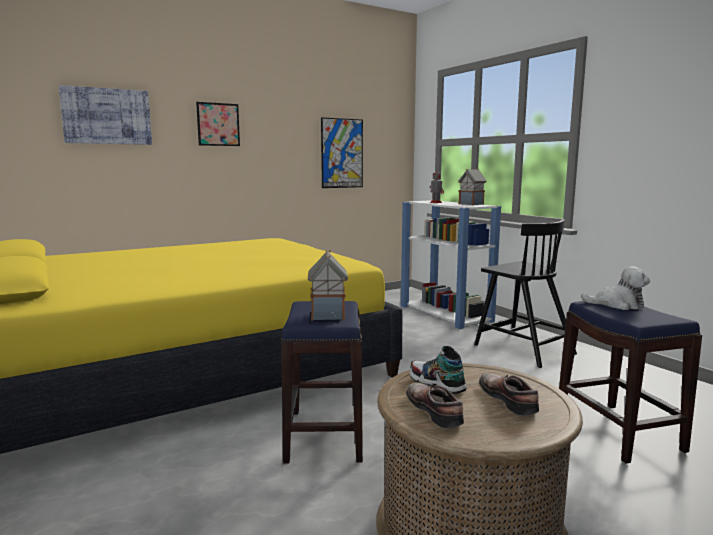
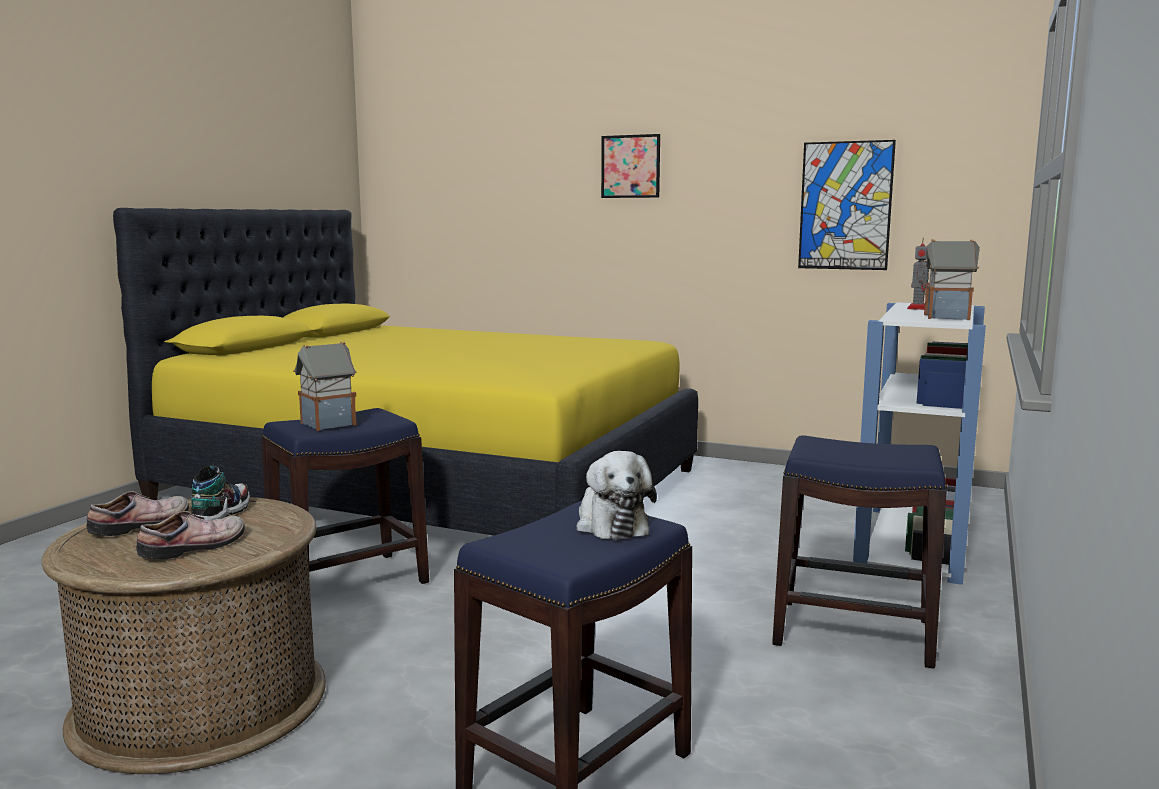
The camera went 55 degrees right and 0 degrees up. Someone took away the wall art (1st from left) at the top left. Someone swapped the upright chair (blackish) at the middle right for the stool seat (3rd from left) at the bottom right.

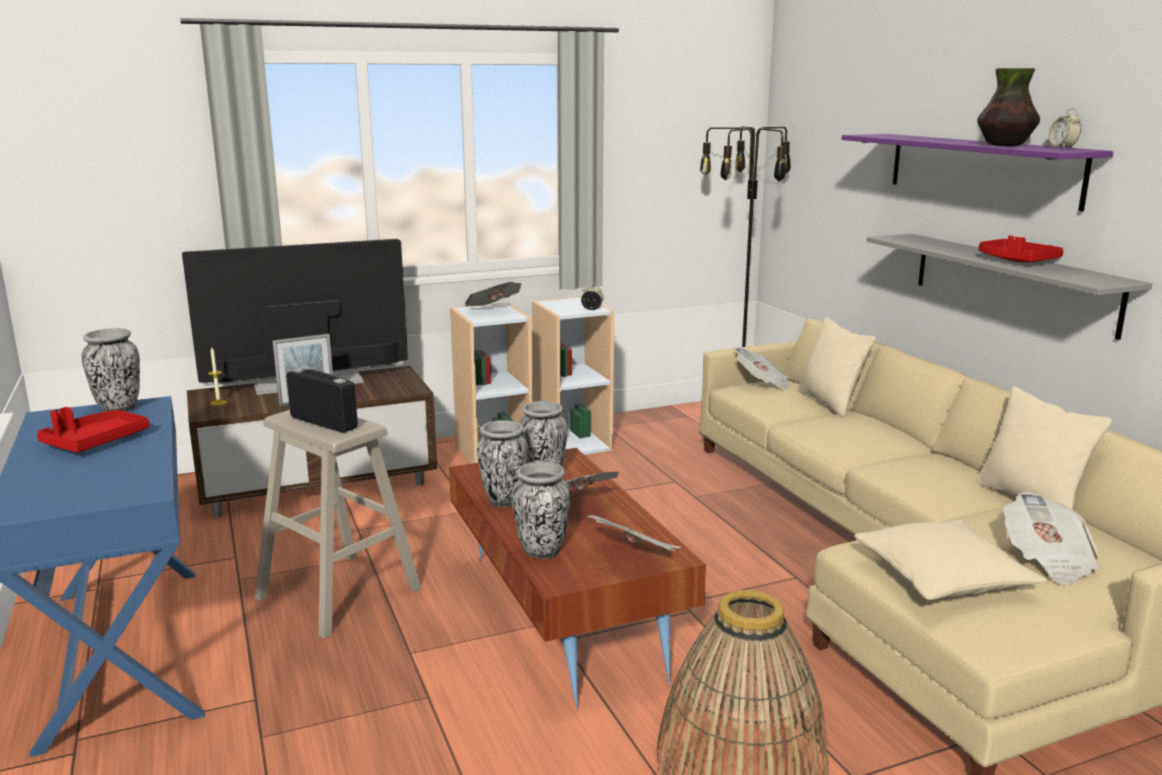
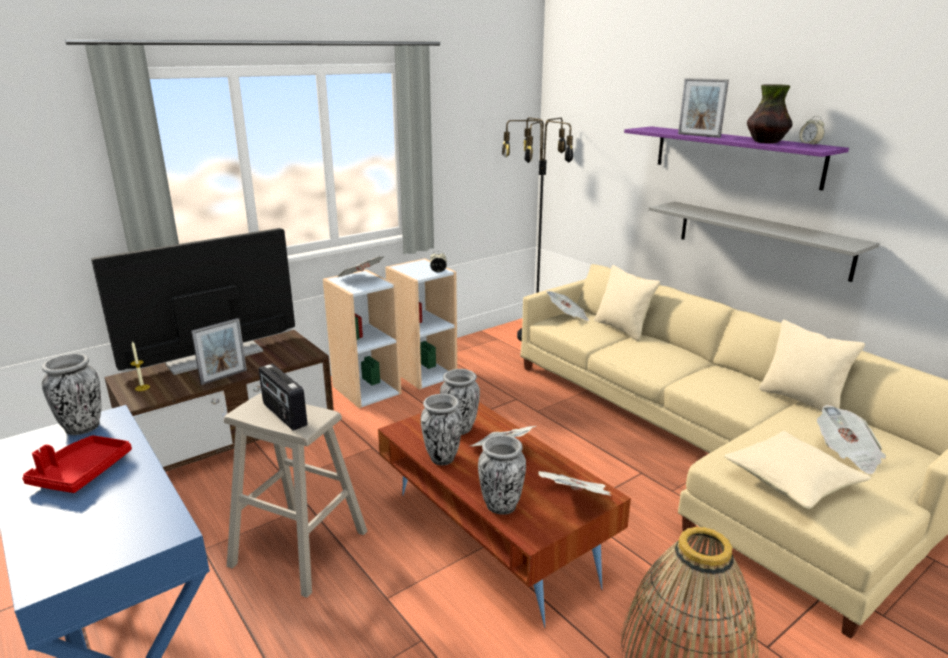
The camera went 15 degrees left and 5 degrees up. Someone rotated the radio at the middle left by 150 degrees counterclockwise. Someone took away the tray (reddish) (2nd from left) at the top right. Someone put down the standing frame (2nd from left) at the top right.

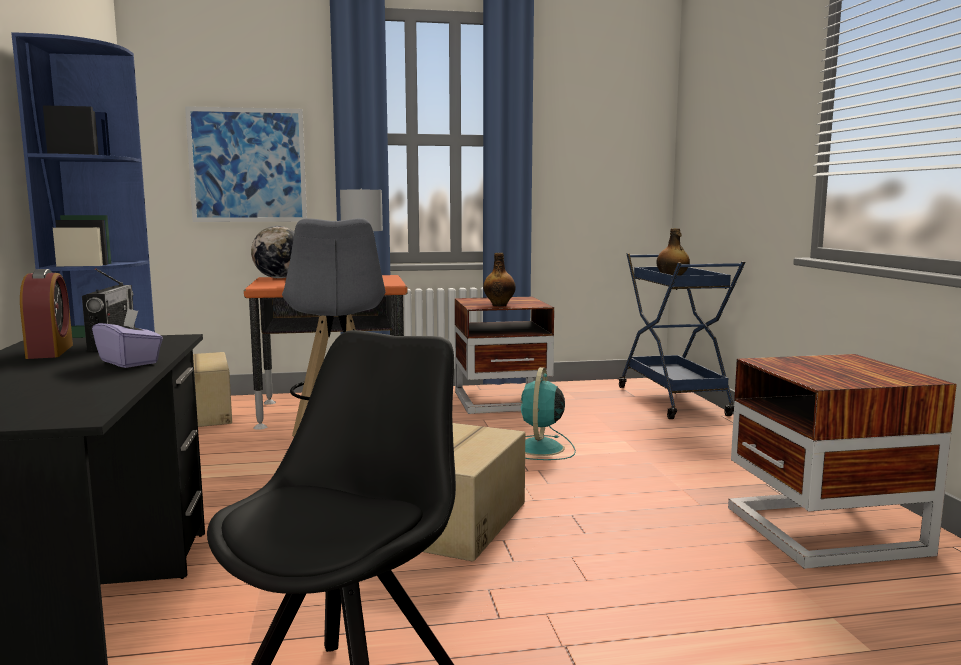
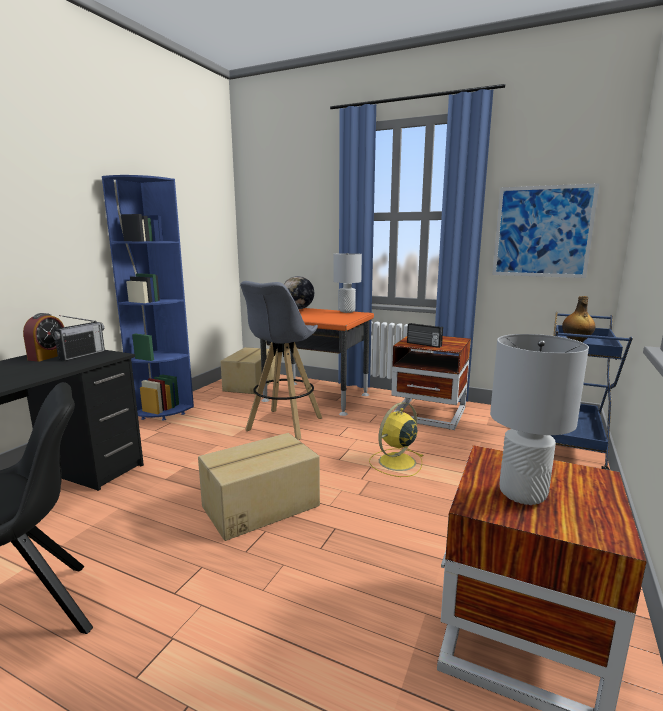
The camera went 35 degrees right and 5 degrees up. Someone took away the box of tissues (purplish) at the middle left. Someone carried the wall art from the top left to the top right. Someone swapped the beverage bottle (1st from left) at the centre for the radio (2nd from left) at the centre. Someone repainted the cooling fan (turquoise) at the centre, which became the cooling fan (yellow-coloured) at the centre. Someone put down the lamp for a table (gray) (2nd from left) at the middle right.

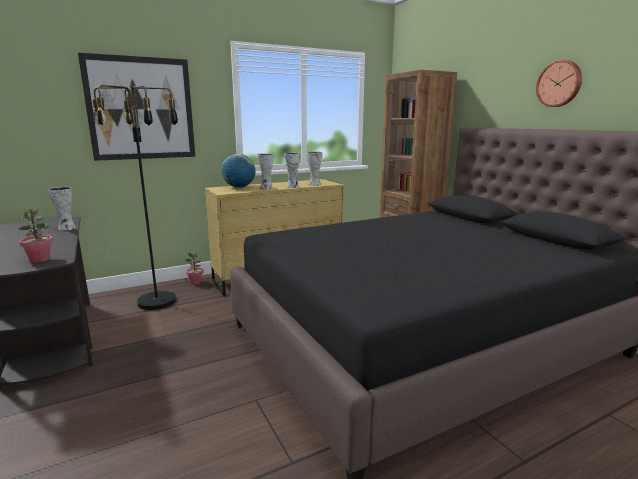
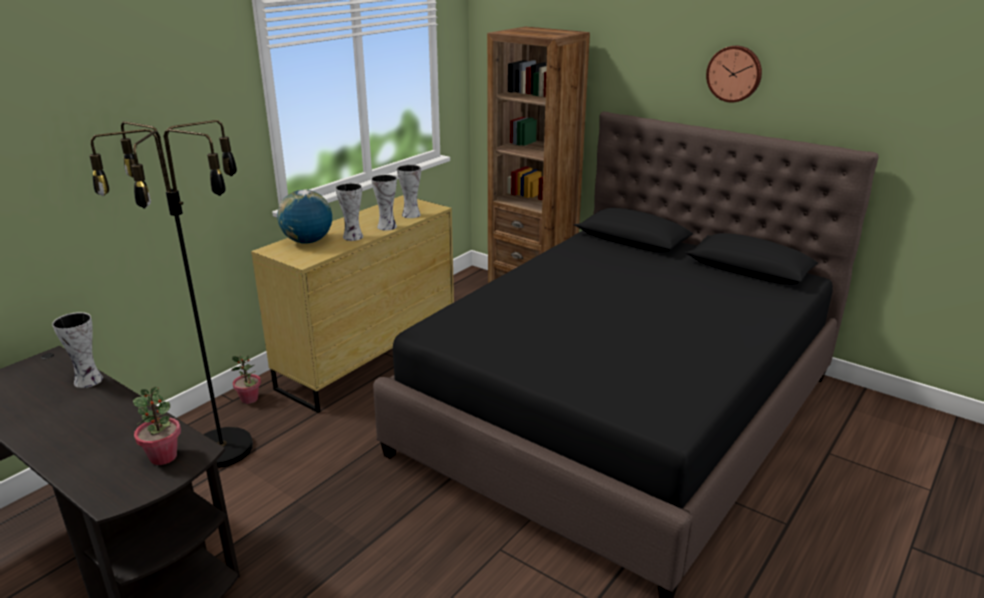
The camera went 25 degrees left and 10 degrees up. Someone took away the wall art at the top left.

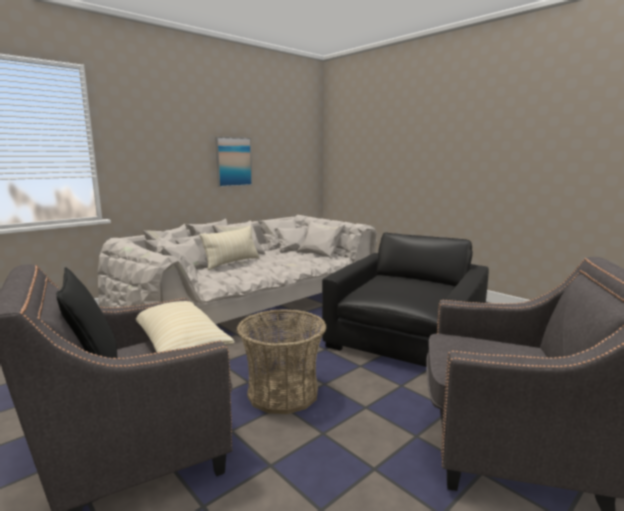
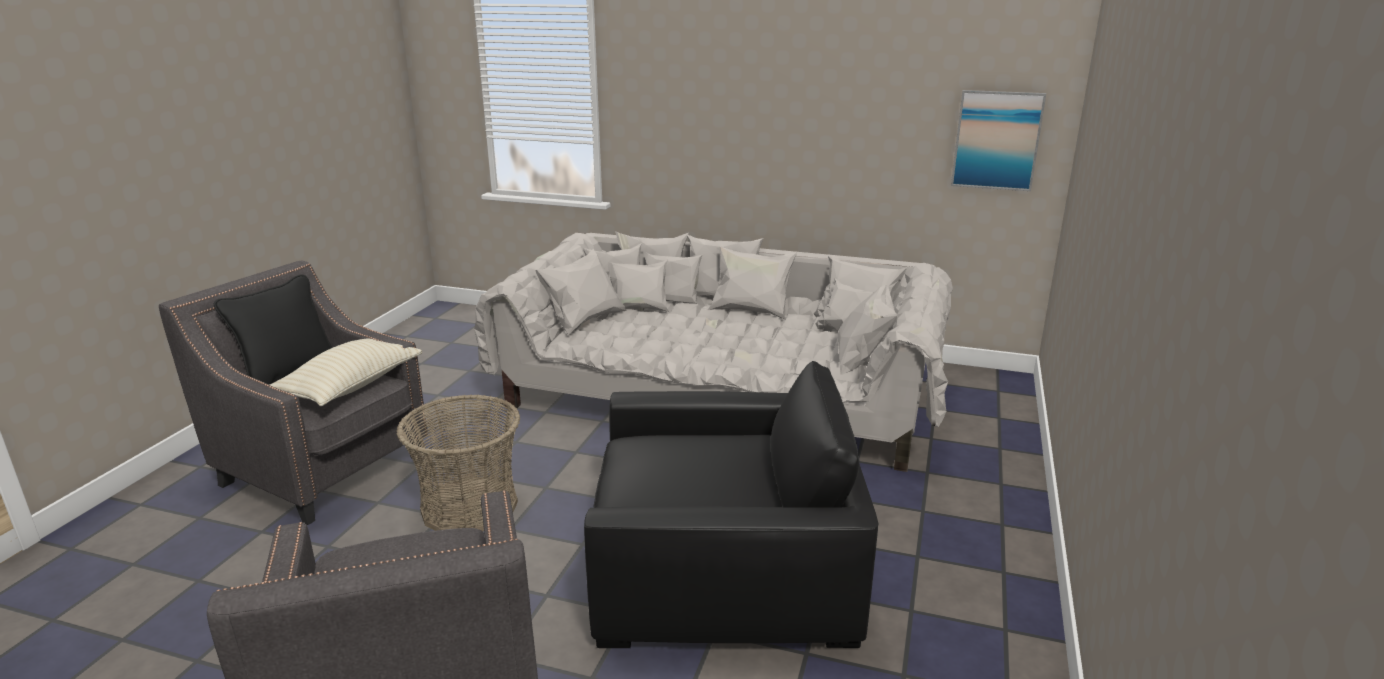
The camera went 60 degrees right and 10 degrees up. Someone took away the pillow (sand-coloured) (2nd from left) at the centre. Someone carried the wall art from the top centre to the top right.

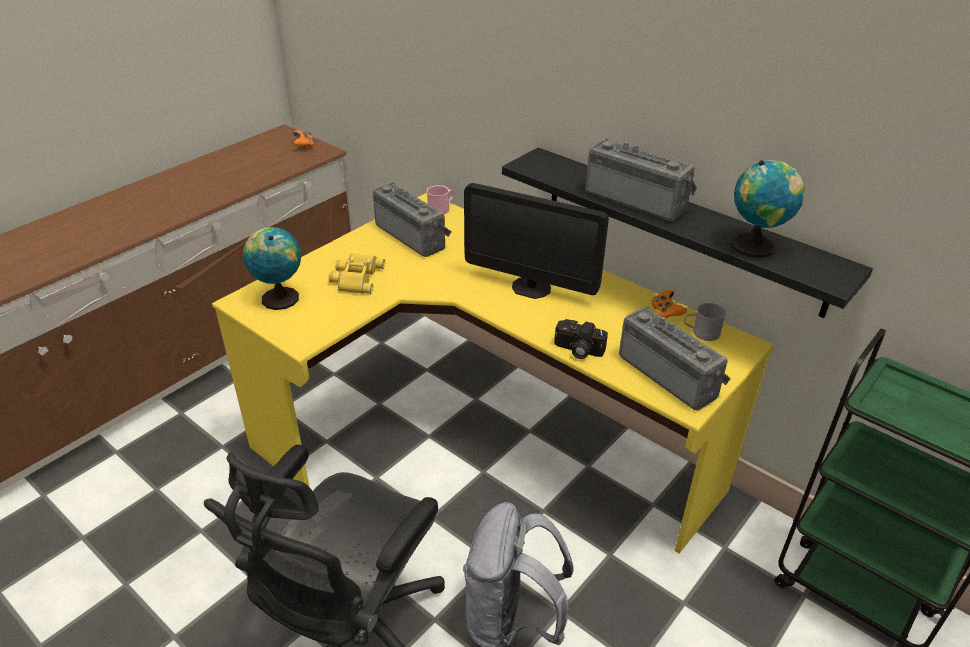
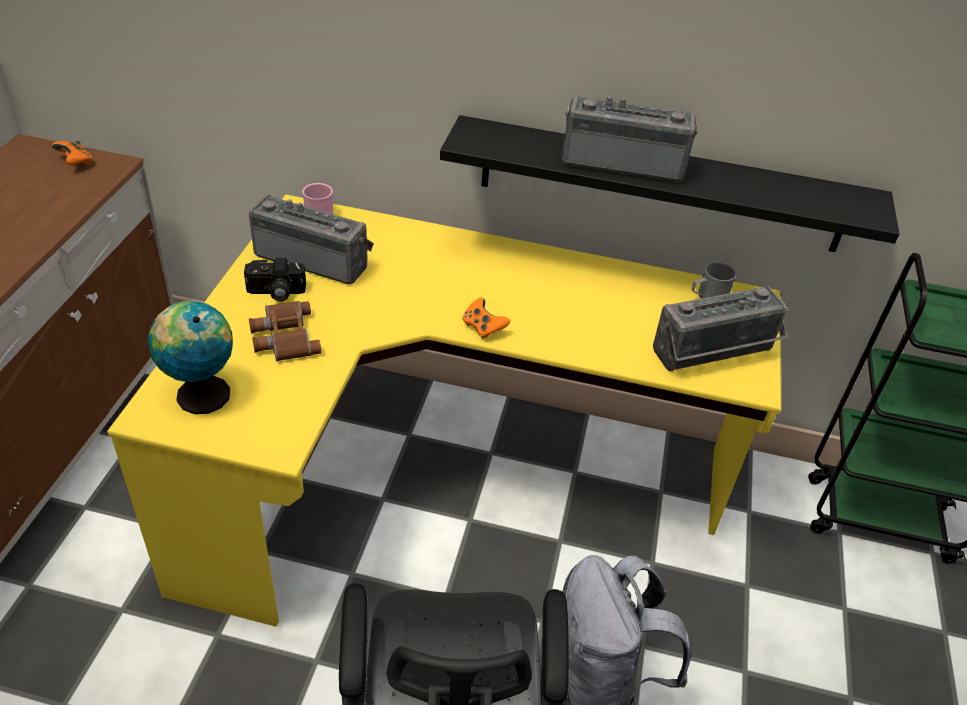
The camera went 30 degrees left and 5 degrees up. Someone repainted the binoculars (yellow-coloured) at the centre, which became the binoculars (brown) at the middle left. Someone took away the computer display at the centre. Someone carried the still camera from the centre to the middle left. Someone rotated the radio (3rd from left) at the middle right by 135 degrees clockwise. Someone carried the game controller (orangey) (2nd from left) from the middle right to the centre. Someone took away the desk globe (2nd from left) at the top right.

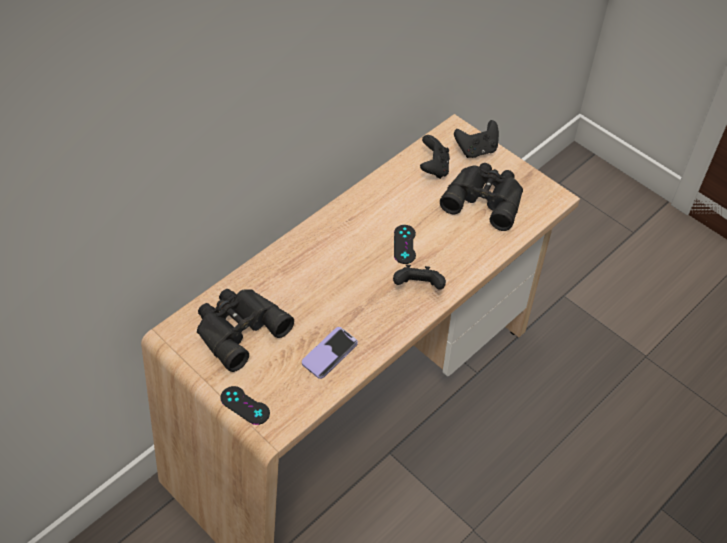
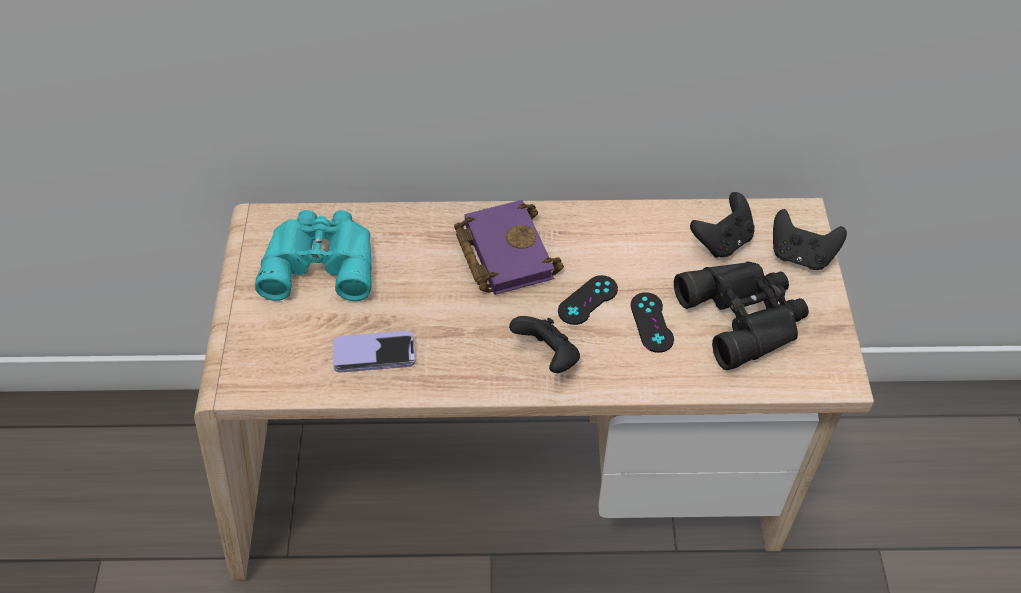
The camera went 45 degrees right and 0 degrees up. Someone repainted the binoculars (blackish) (1st from left) at the centre, which became the binoculars (turquoise) at the middle left. Someone carried the game controller (blackish) (1st from left in the first image) from the bottom centre to the centre. Someone put down the bound book (purplish) at the centre.

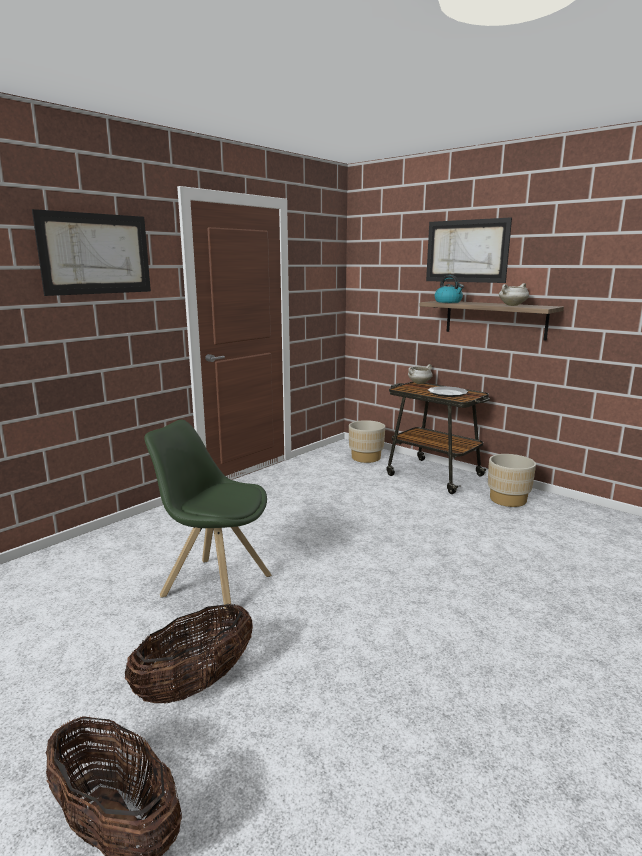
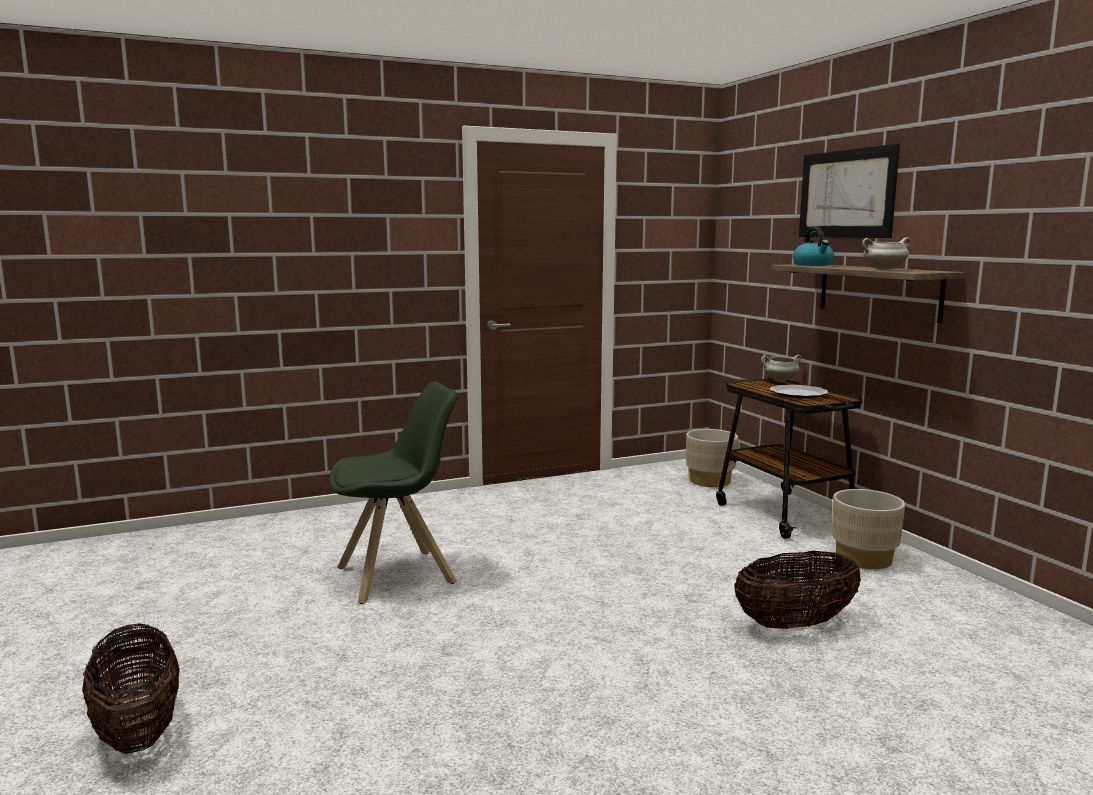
The camera went 25 degrees right and 5 degrees down. Someone took away the wall art (1st from left) at the top left. Someone carried the storage basket (2nd from left) from the bottom left to the bottom right. Someone rotated the upright chair (green-coloured) at the middle left by 105 degrees clockwise.

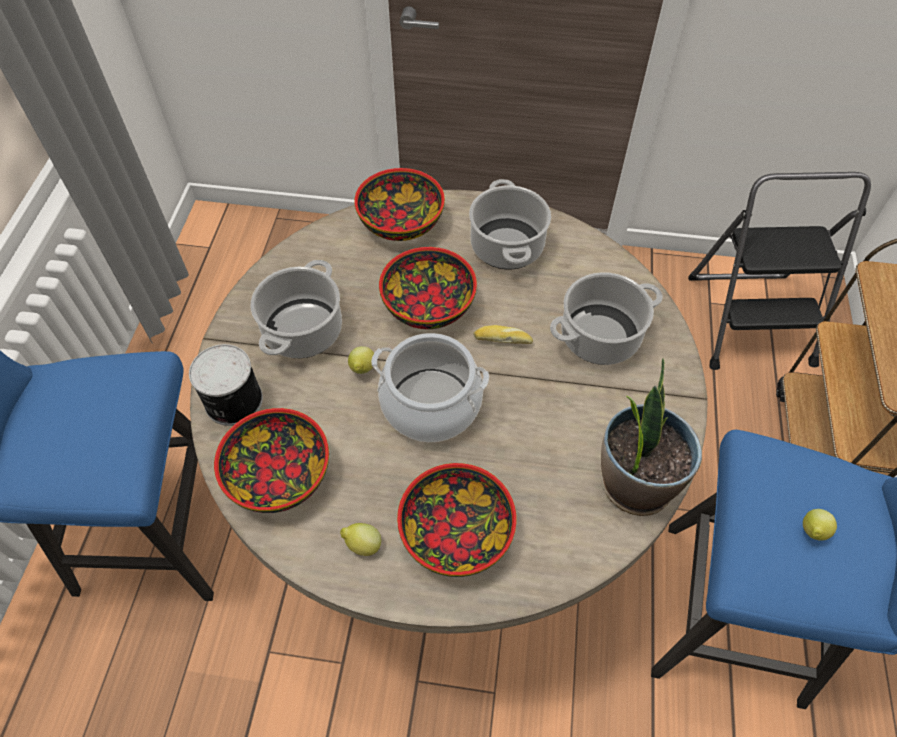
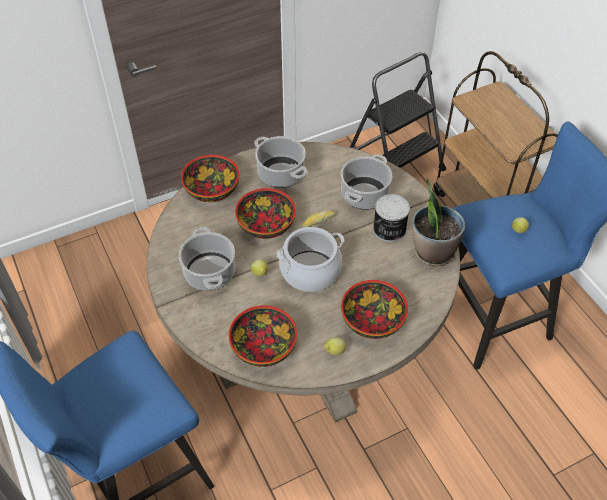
The camera went 35 degrees left and 5 degrees down. Someone carried the metal can from the middle left to the centre.

